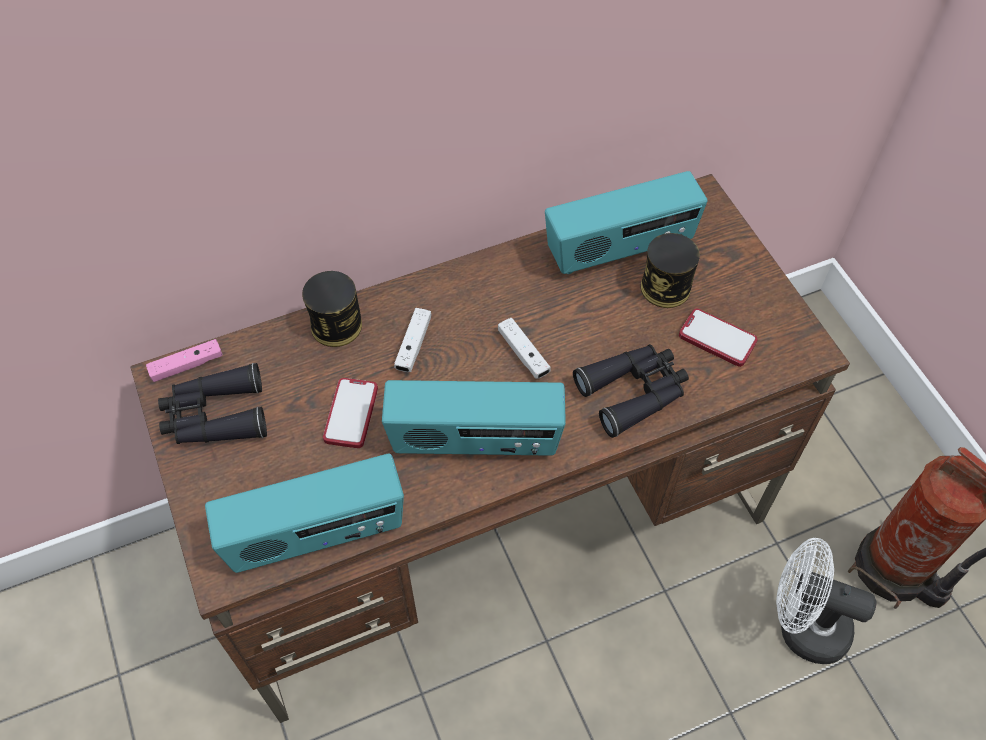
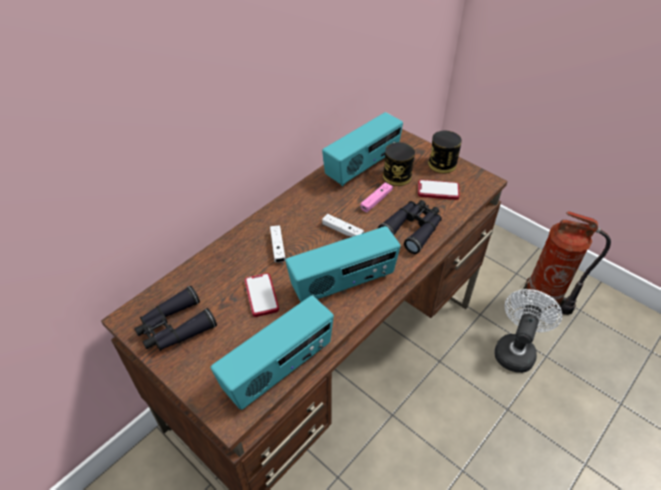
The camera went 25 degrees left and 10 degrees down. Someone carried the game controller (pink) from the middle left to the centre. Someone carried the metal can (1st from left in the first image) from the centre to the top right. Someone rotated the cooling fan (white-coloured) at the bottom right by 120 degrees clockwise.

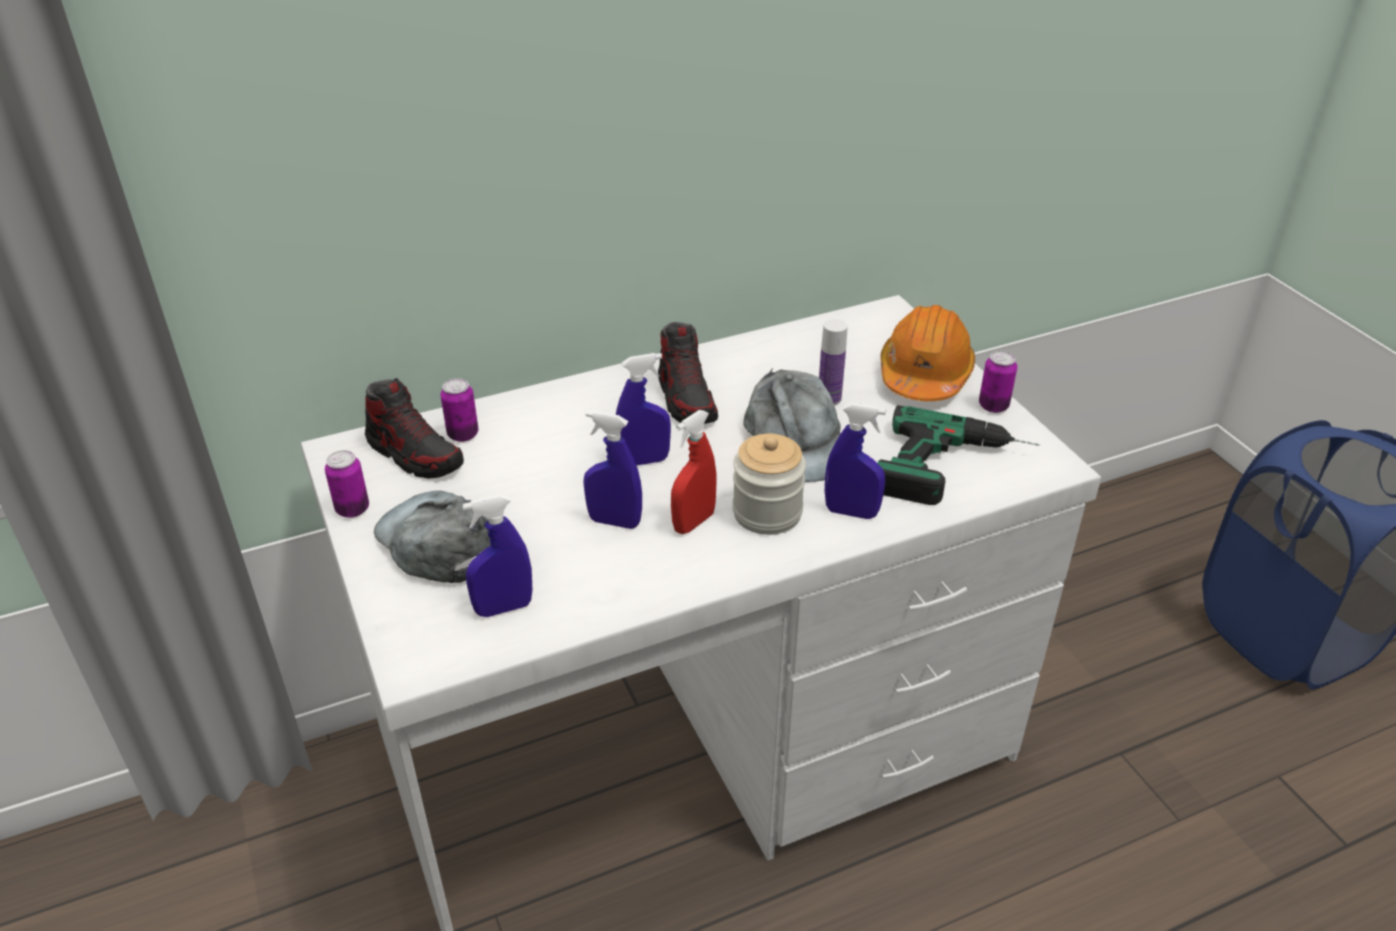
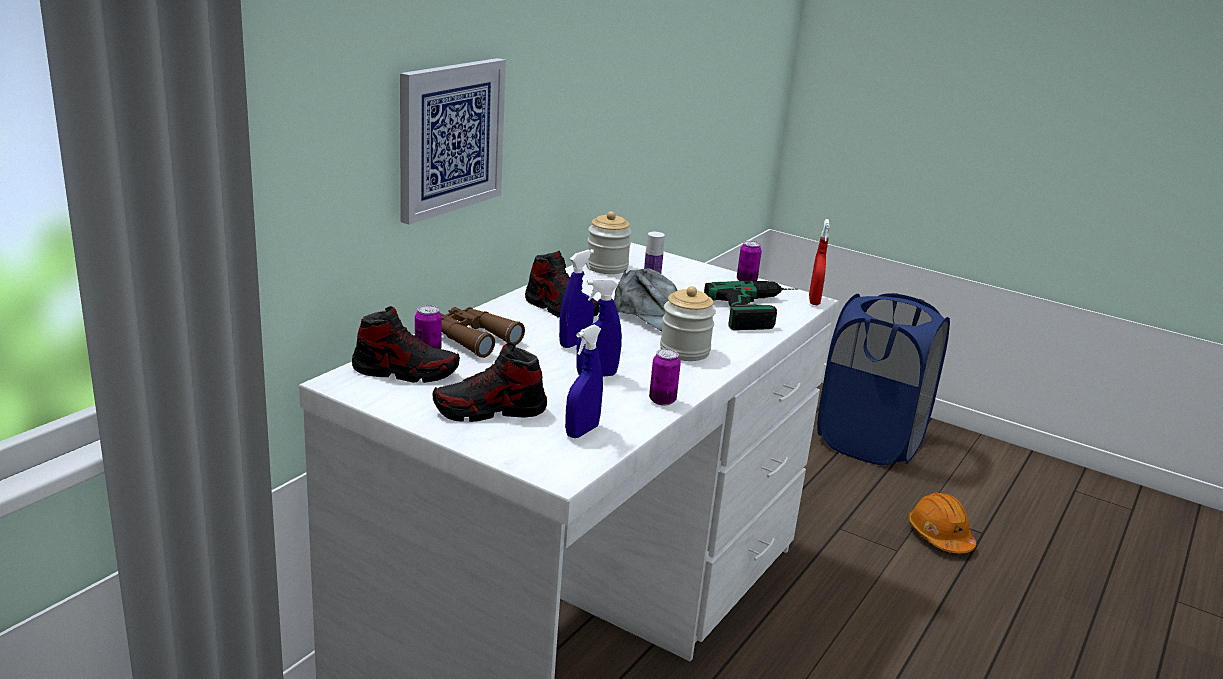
The camera went 35 degrees left and 15 degrees down. Someone carried the metal can (1st from left in the first image) from the middle left to the centre. Someone swapped the baseball cap (gray) (1st from left) at the middle left for the low shoe (2nd from left) at the centre. Someone carried the hand sprayer (reddish) from the centre to the middle right. Someone took away the hand sprayer (bluish) (4th from left) at the centre. Someone carried the hard hat (orangey) from the centre to the bottom right. Someone put up the wall art at the top centre. Someone put down the binoculars (brown) at the centre. Someone put down the storage jar (1st from left) at the centre.

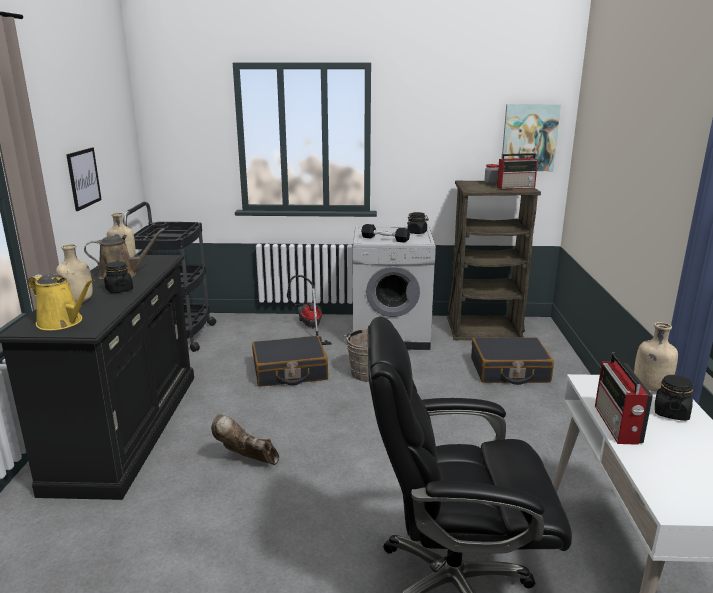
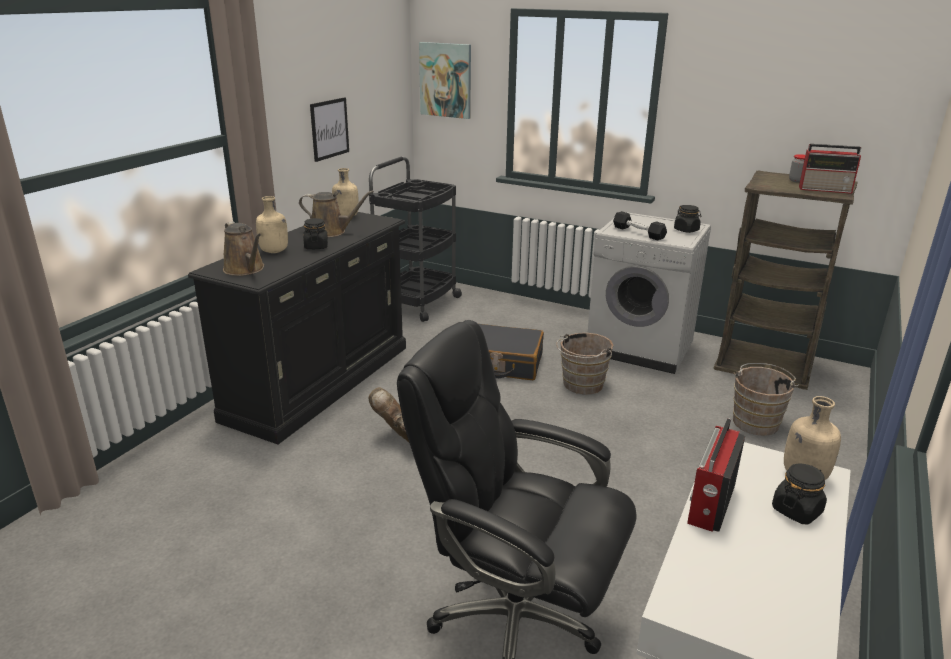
The camera went 25 degrees right and 5 degrees up. Someone repainted the watering pot (yellow-coloured) at the middle left, which became the watering pot (brown) (1st from left) at the middle left. Someone took away the vacuum at the centre. Someone swapped the suitcase (blackish) (2nd from left) at the middle right for the water bucket (brown) (2nd from left) at the middle right. Someone carried the wall art (2nd from left) from the top right to the top centre.

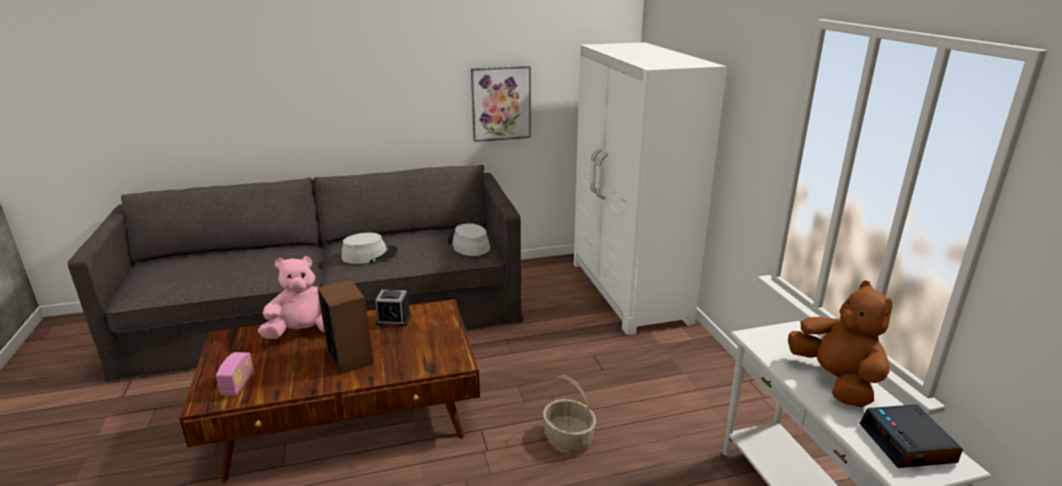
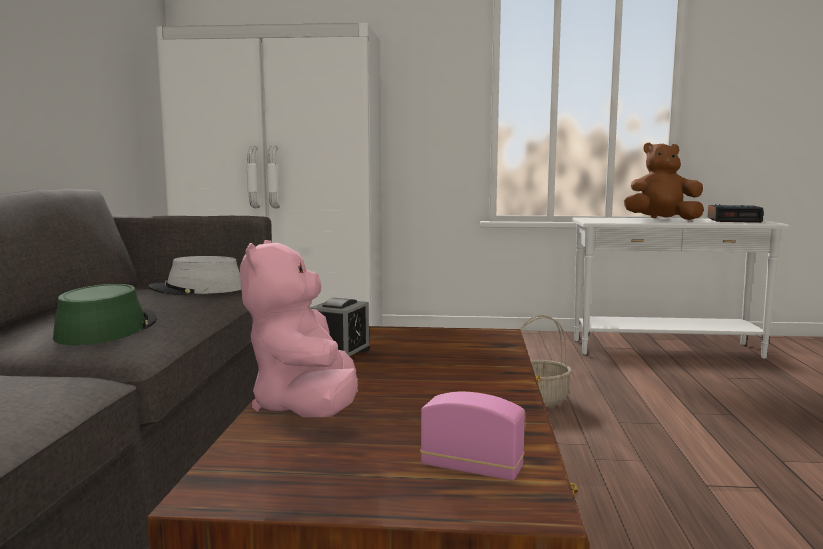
The camera went 70 degrees left and 15 degrees down. Someone took away the loudspeaker at the bottom left. Someone repainted the clothing hat (gray) (1st from left) at the centre, which became the clothing hat (green-coloured) at the middle left. Someone took away the wall art at the top centre.

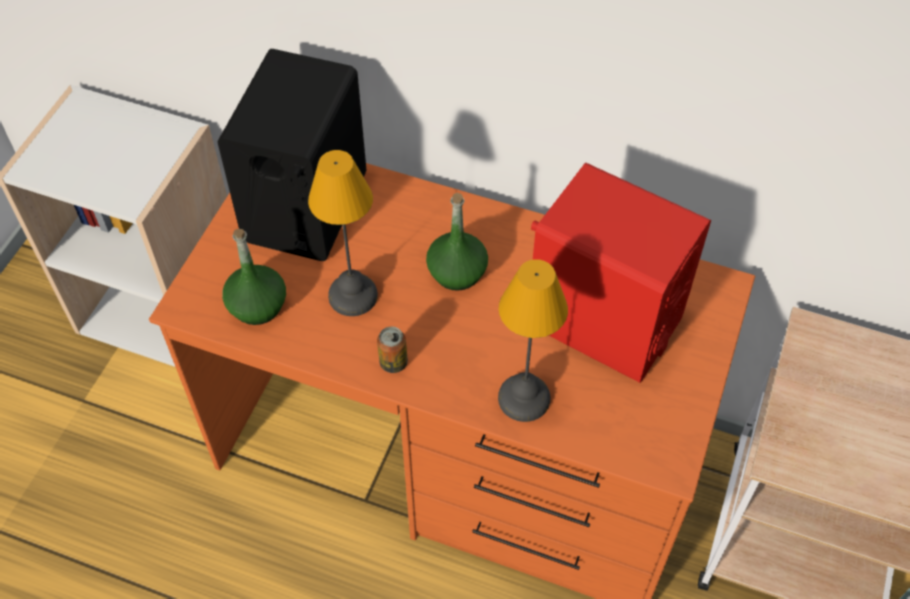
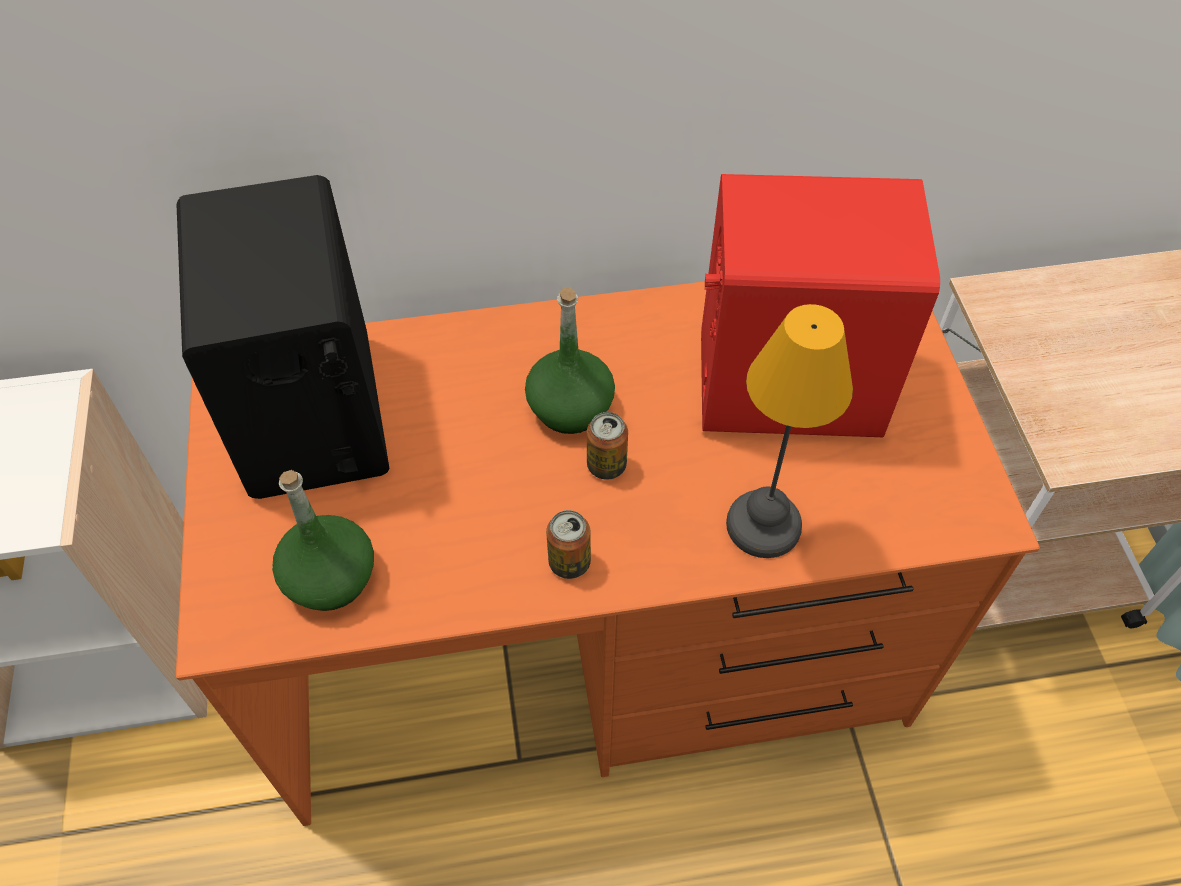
The camera went 30 degrees left and 0 degrees up. Someone took away the lamp for a table (1st from left) at the centre. Someone put down the metal can (2nd from left) at the centre.

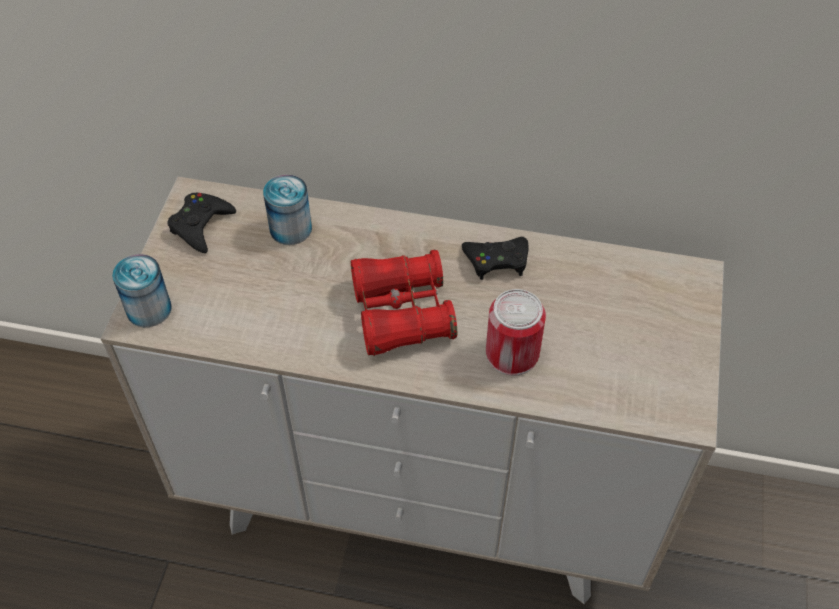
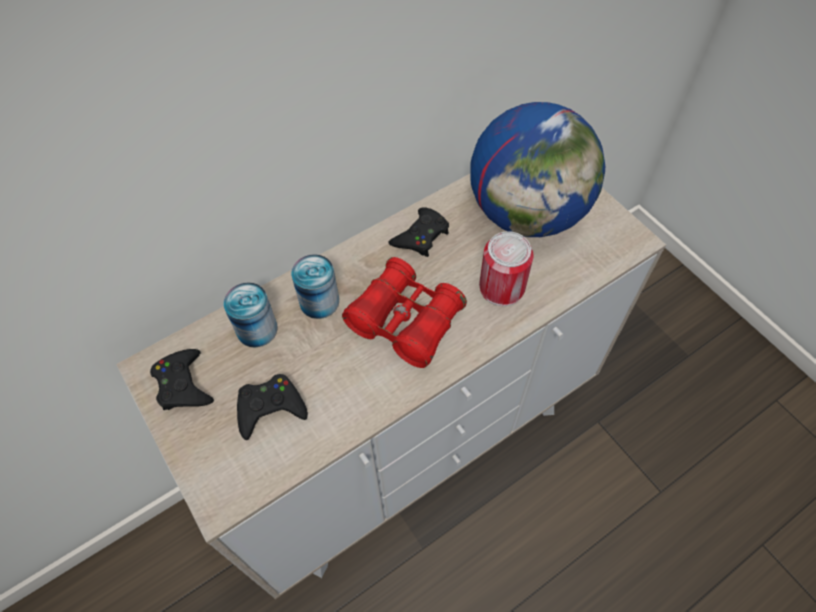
The camera went 45 degrees left and 5 degrees up. Someone carried the metal can (1st from left in the first image) from the middle left to the centre. Someone put down the game controller (blackish) (2nd from left) at the centre. Someone put down the desk globe at the top centre.

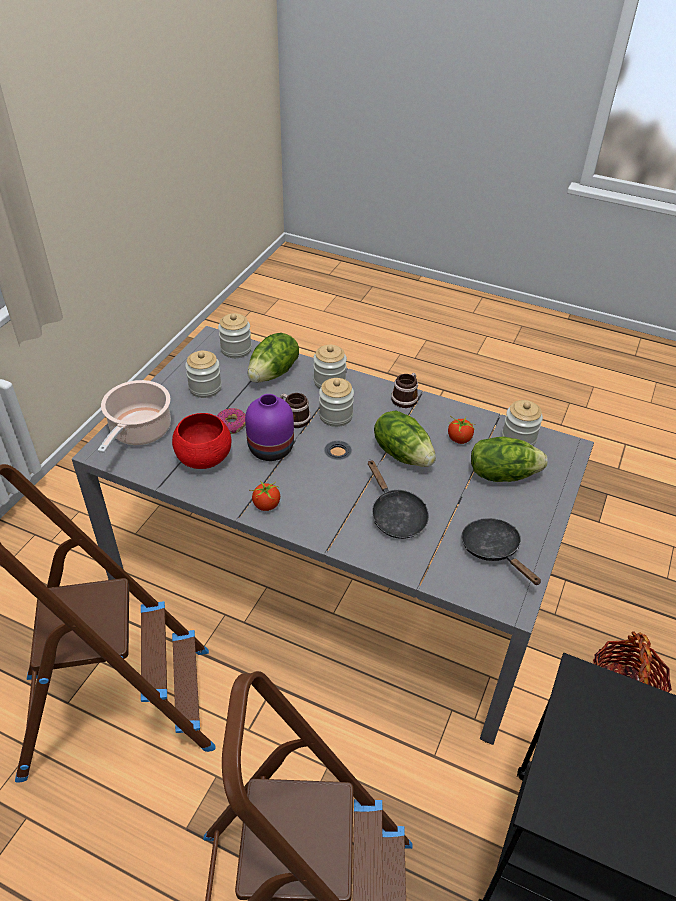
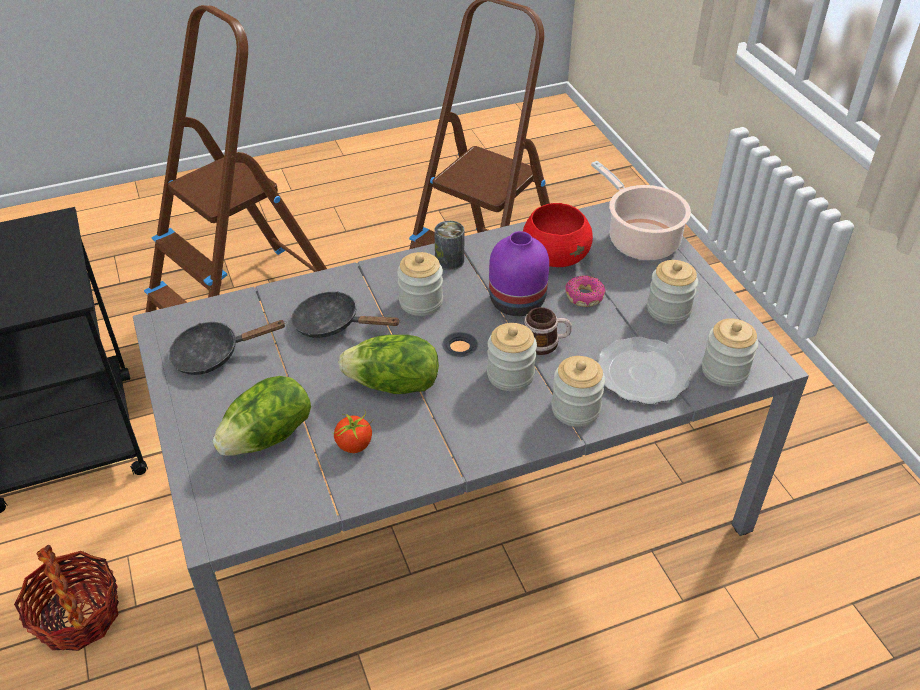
The camera went 135 degrees right and 0 degrees up. Someone swapped the lettuce head (1st from left) at the centre for the flat dish at the middle right. Someone swapped the tomato (1st from left) at the centre for the metal can at the centre. Someone took away the tea mug (2nd from left) at the centre. Someone rotated the pan (blackish) (2nd from left in the first image) at the middle right by 150 degrees clockwise. Someone carried the storage jar (5th from left in the first image) from the middle right to the centre.

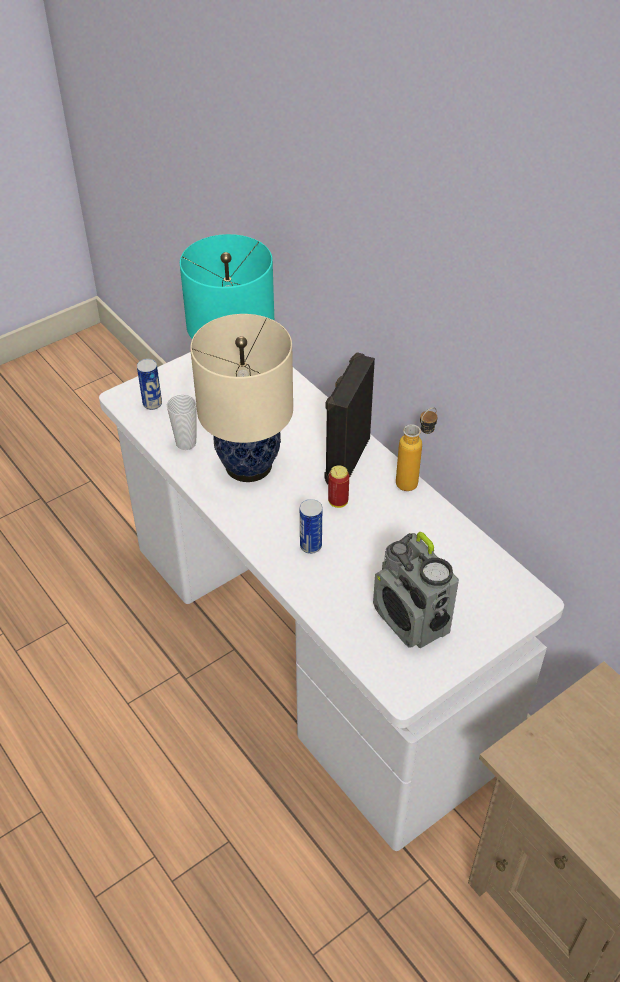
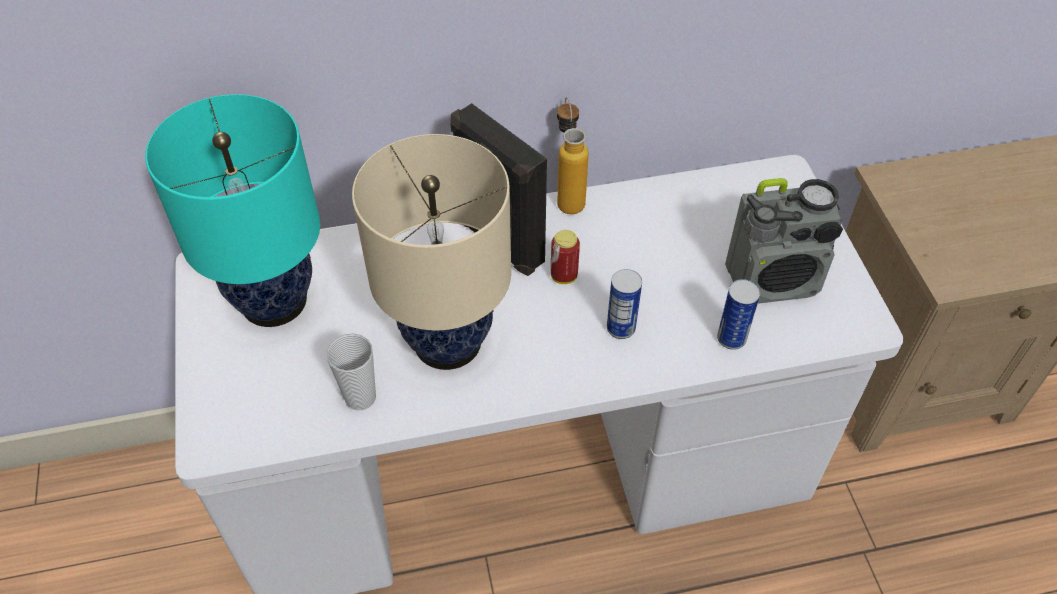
The camera went 65 degrees left and 5 degrees up. Someone carried the metal can (1st from left in the first image) from the middle left to the middle right.

